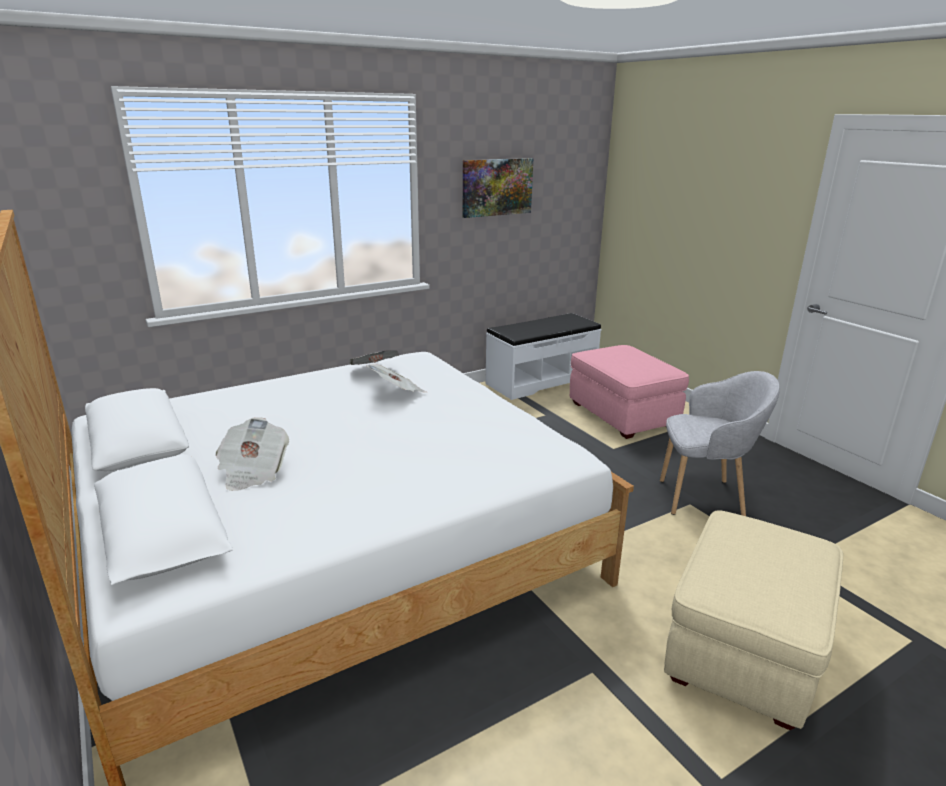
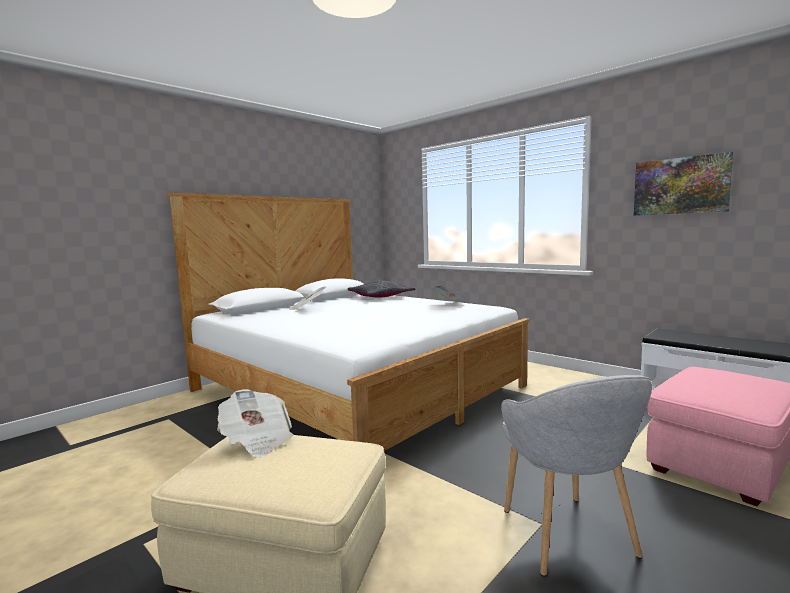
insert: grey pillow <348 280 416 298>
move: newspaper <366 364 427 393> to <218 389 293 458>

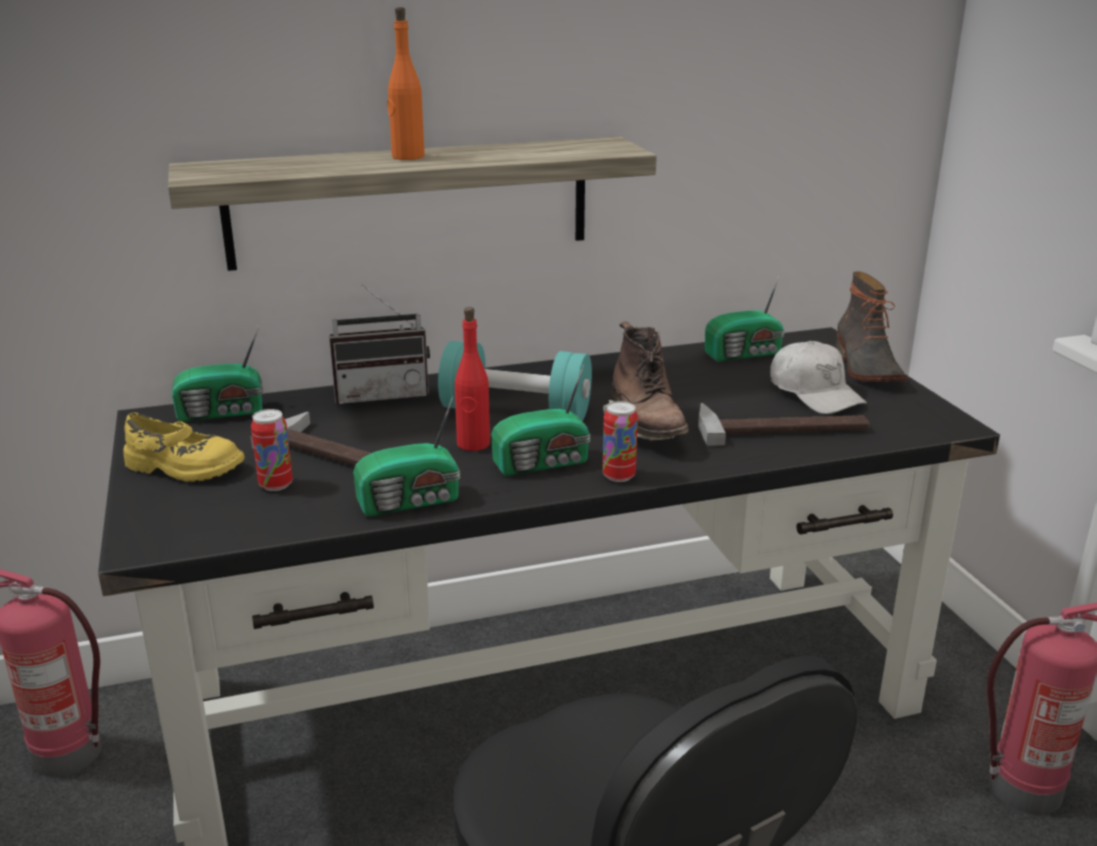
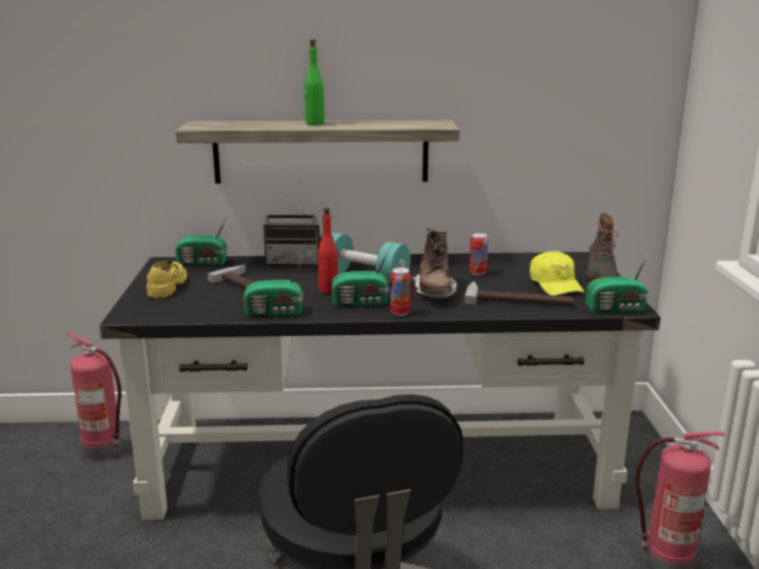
move: radio <705 275 784 362> to <586 252 649 312>; can <251 409 293 491> to <469 233 488 276>
recolor: orange bottle <387 7 425 160> to green bottle <304 39 324 125>; white cap <770 341 867 414> to yellow cap <530 251 584 296>
rotate: yellow shoe <123 412 245 482> = <147 260 187 298> 120 degrees counterclockwise

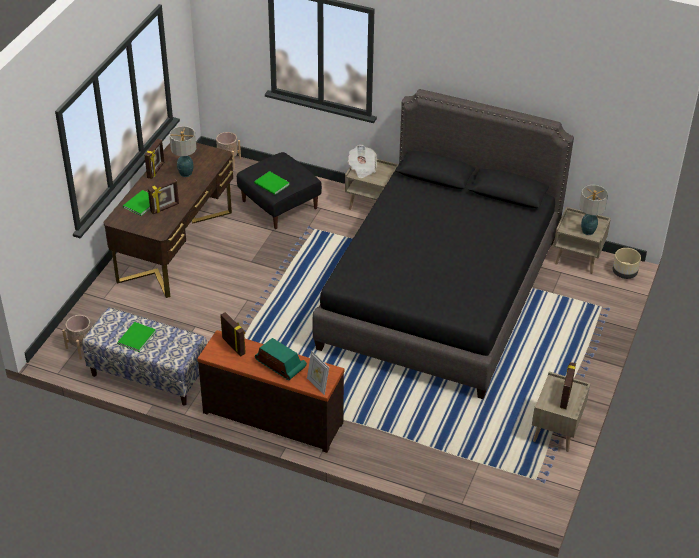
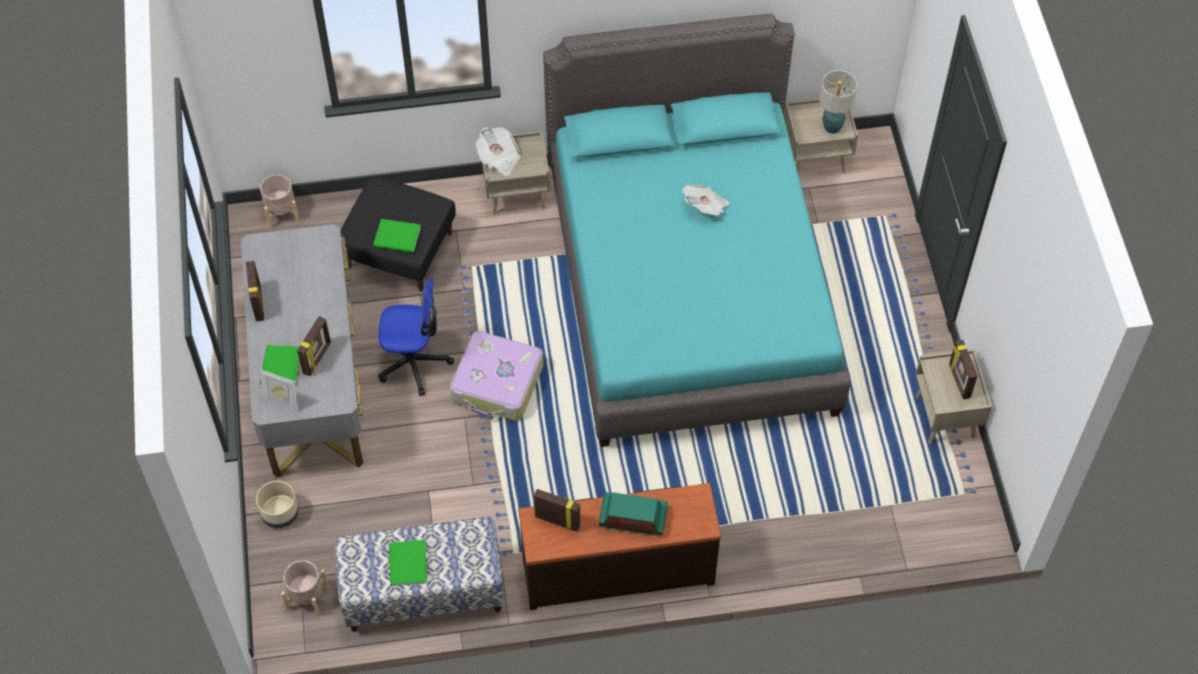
delete: table lamp <169 126 196 177>
insert: newspaper <683 185 730 216>; office chair <378 278 454 396>; suitcase <450 331 543 421>
move: beige planter <612 248 641 279> to <256 481 299 528>; picture frame <307 351 329 395> to <260 369 298 412>
recolor: black bed <312 89 574 399> to turquoise bed <543 13 850 447>; brown desk <103 143 233 298> to grey desk <241 224 363 478>

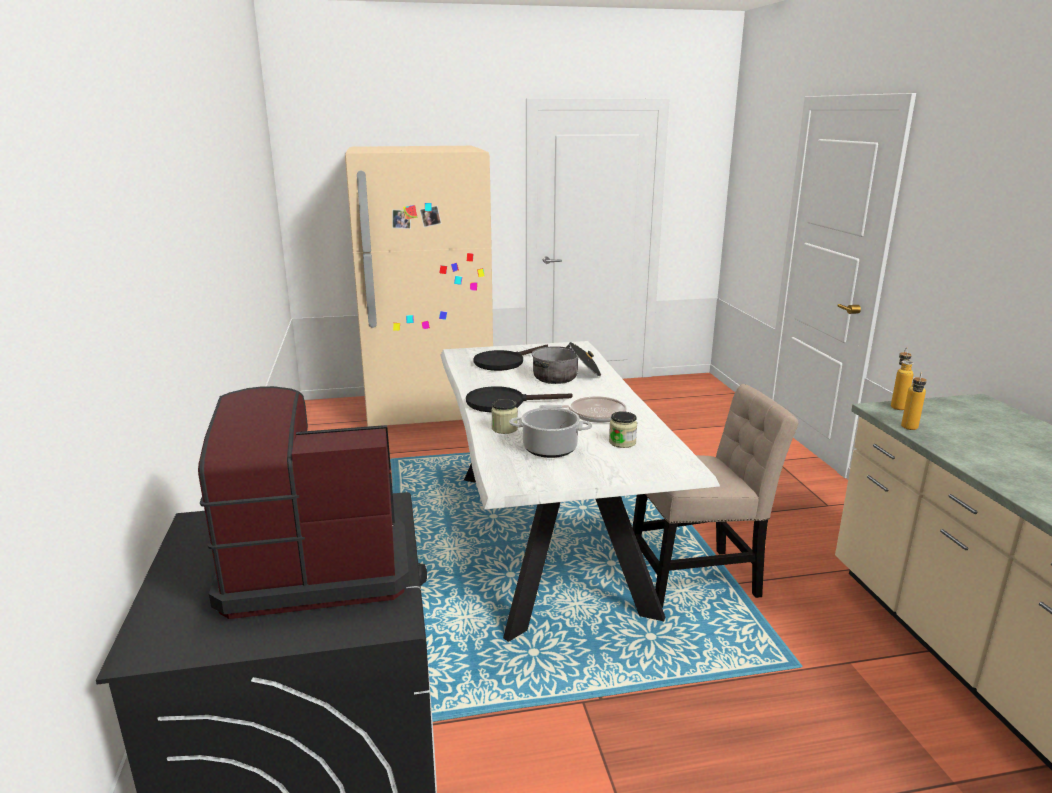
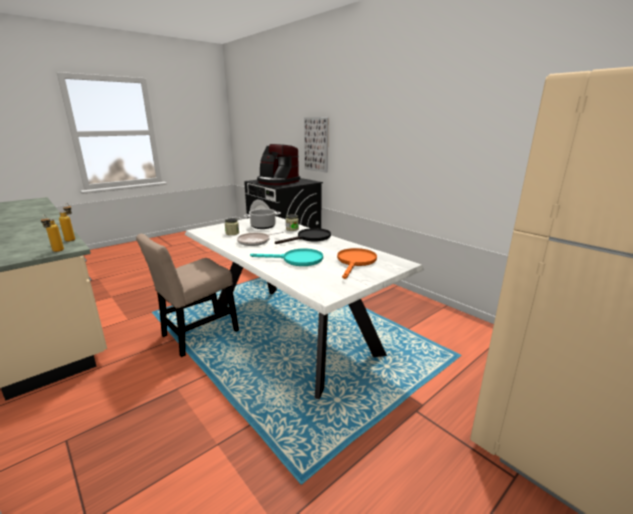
insert: picture <304 117 328 173>
replace: cooking pot <532 342 601 384> to turquoise frying pan <250 248 323 266>
recolor: black frying pan <474 345 548 371> to orange frying pan <337 248 377 279>
rotate: coffee machine <198 386 409 619> = <257 144 300 185> 75 degrees clockwise

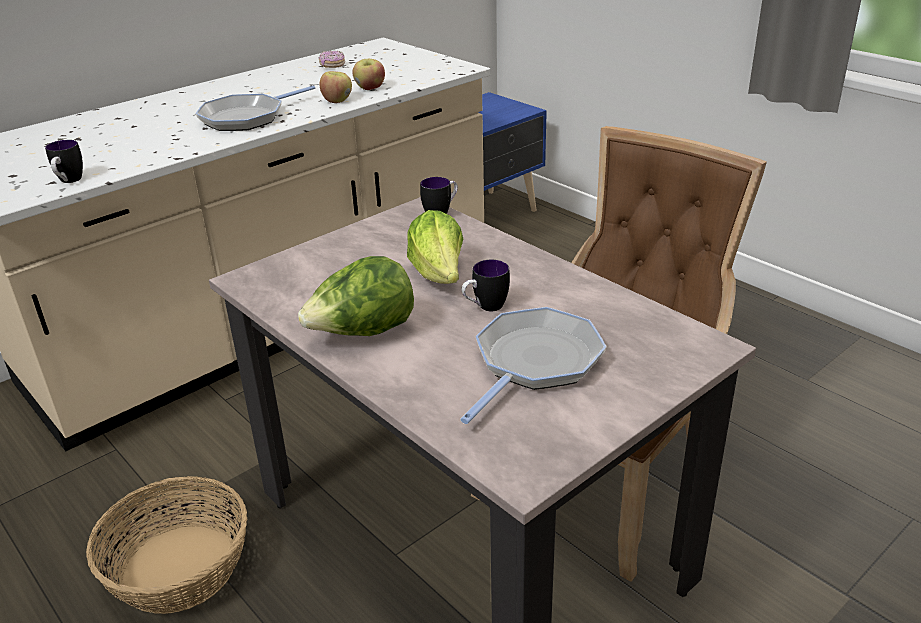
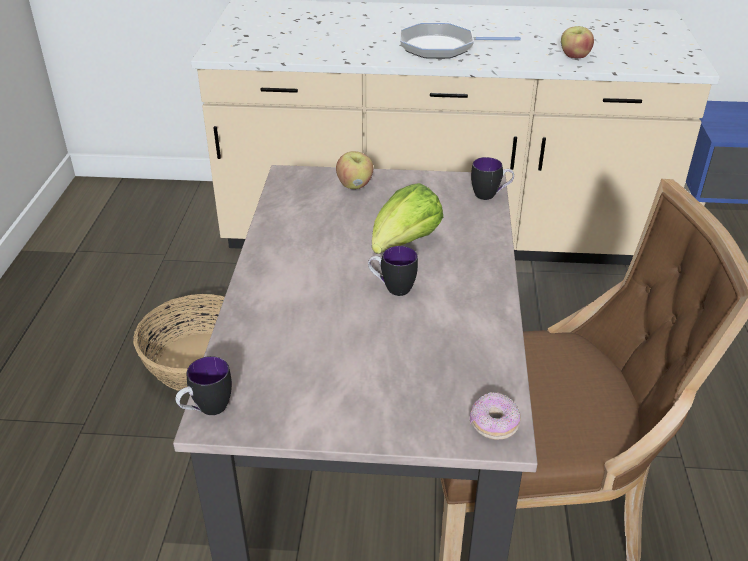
delete: lettuce <298 256 414 336>; frying pan <460 307 607 424>
move: donut <319 51 345 68> to <469 392 521 440>; apple <319 71 352 103> to <336 151 373 189>; mug <45 140 83 183> to <176 356 232 415>

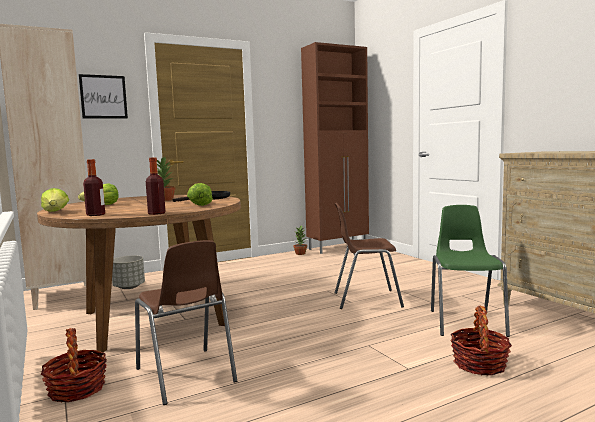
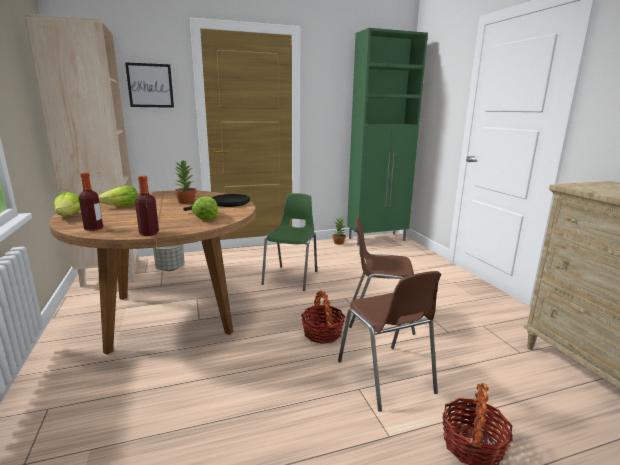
move: green chair <431 205 510 337> to <261 193 317 291>; brown chair <135 240 237 405> to <338 271 441 412>; basket <41 328 107 402> to <301 291 345 344>
recolor: brown cabinet <301 42 369 254> to green cabinet <347 28 428 246>

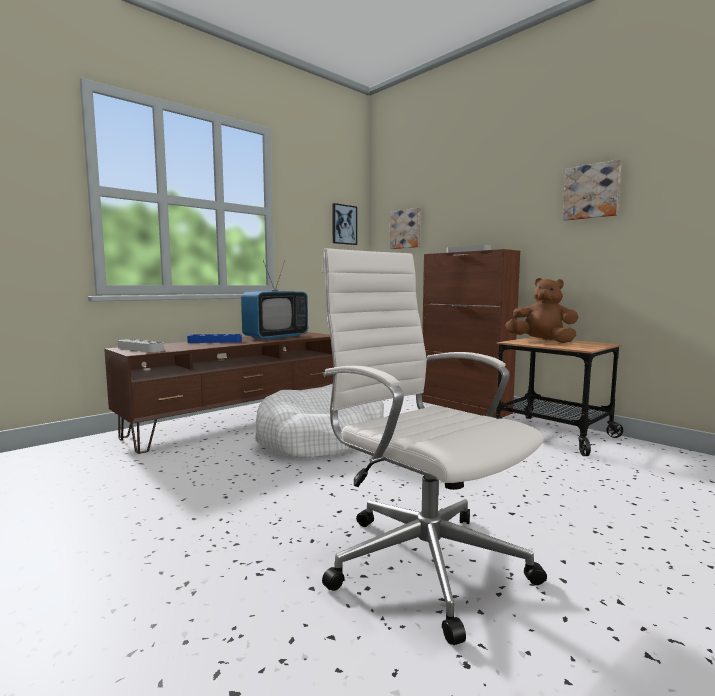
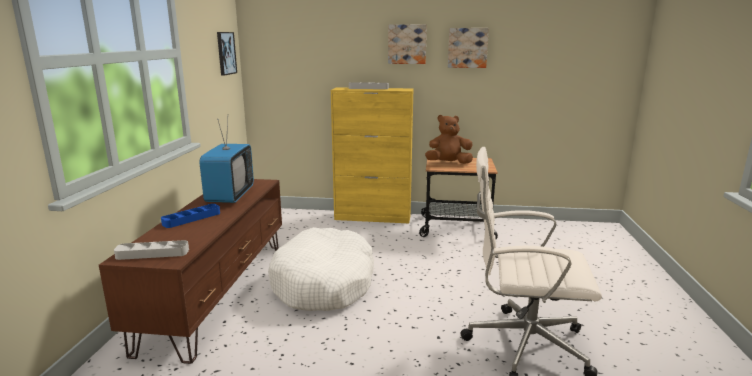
move: picture <390 208 421 249> to <388 24 427 64>
recolor: brown cabinet <422 249 520 417> to yellow cabinet <331 87 413 223>

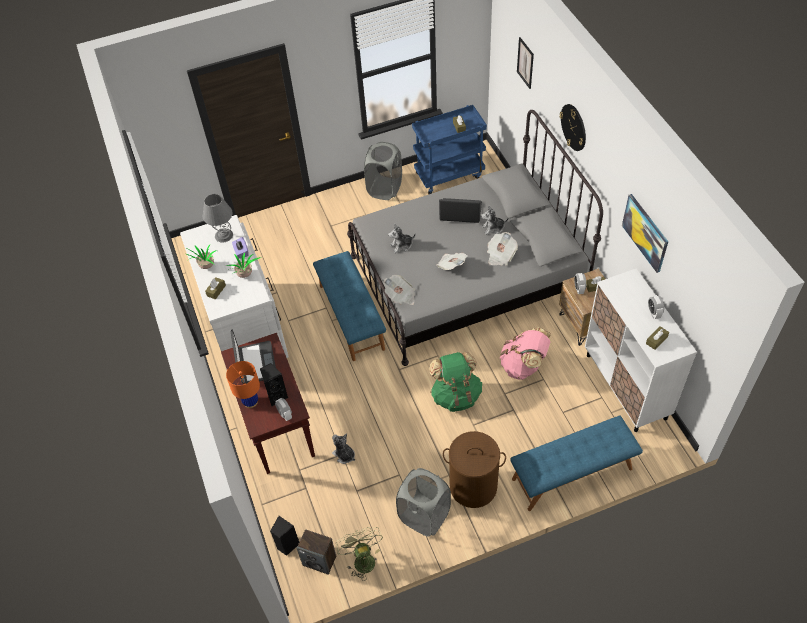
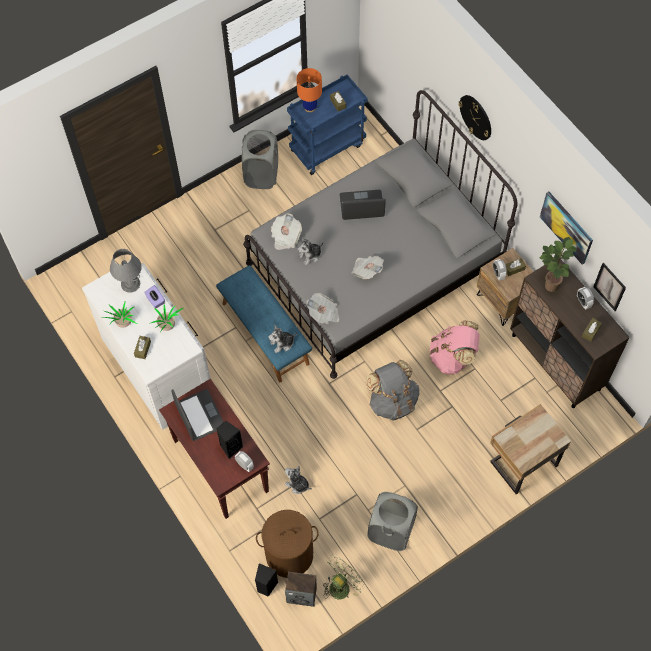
insert: potted plant <540 237 577 292>
move: picture <517 37 534 89> to <593 263 626 311>; plush toy <481 206 509 235> to <268 325 297 353>; newspaper <487 232 518 265> to <271 214 302 250>; orange table lamp <226 361 260 408> to <297 68 322 112>; brown laundry basket <443 431 506 508> to <256 510 319 578>
replace: blue bench <510 415 643 511> to beige nightstand <490 404 571 494>
recolor: white cabinet <585 269 697 432> to brown cabinet <510 258 630 408>; green backpack <429 352 482 412> to grey backpack <366 360 419 421>
rotate: green fan <336 527 383 581> = <323 555 366 600> 75 degrees clockwise

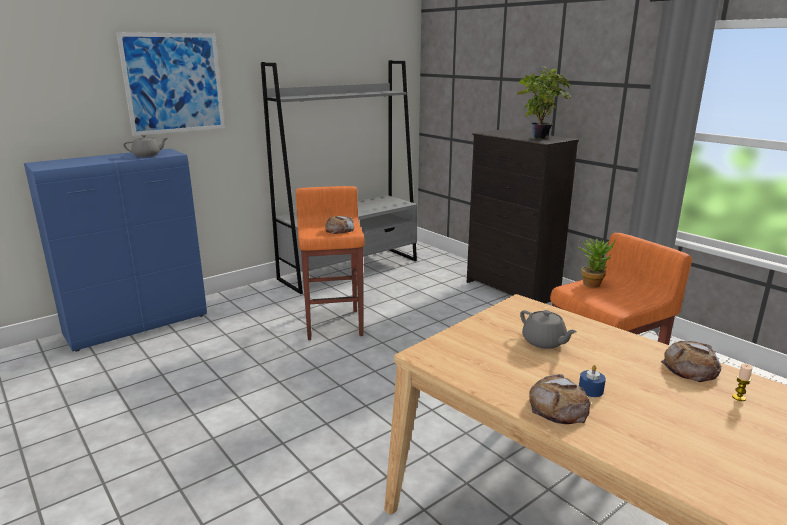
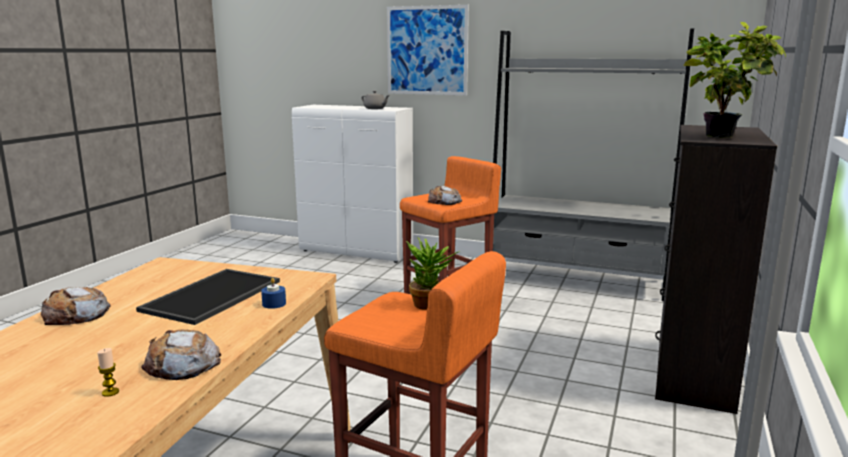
move: blue candle <579 365 606 397> to <261 278 286 309>
replace: grey teapot <520 310 577 349> to tray <136 269 280 325>
recolor: blue cabinet <24 148 207 352> to white cabinet <292 105 413 263>

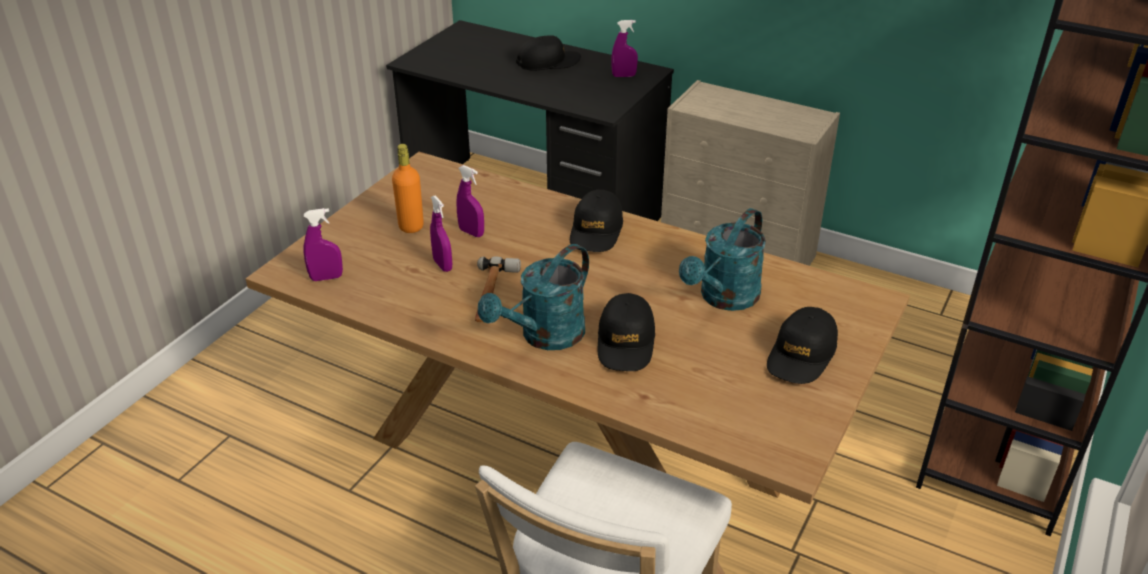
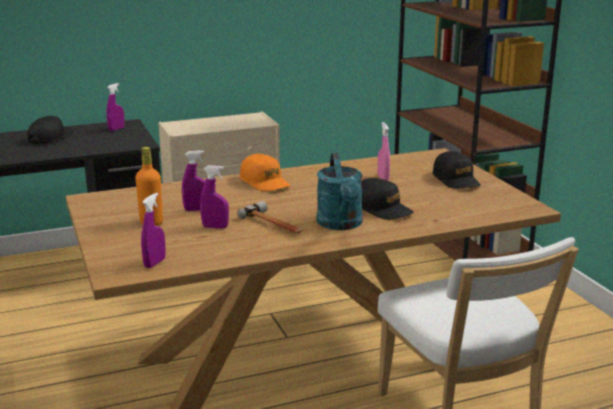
replace: turquoise watering can <679 208 766 311> to pink spray bottle <377 122 390 181>
recolor: black cap <570 190 623 252> to orange cap <240 154 290 191>

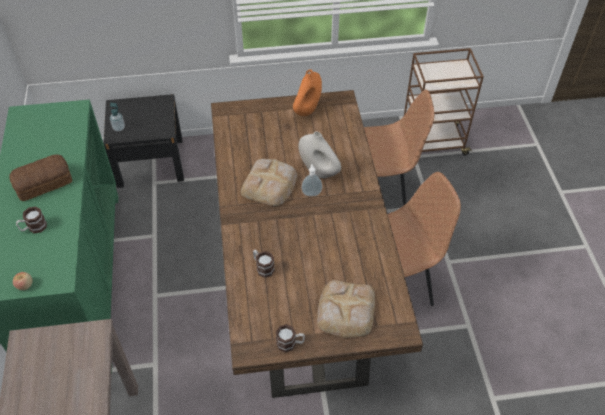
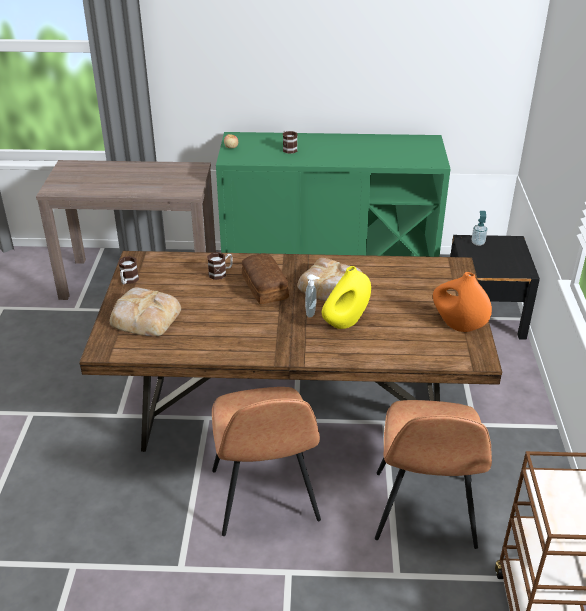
move: bread <9 155 72 201> to <242 253 289 304>
recolor: white vase <298 131 341 178> to yellow vase <322 266 371 329>

